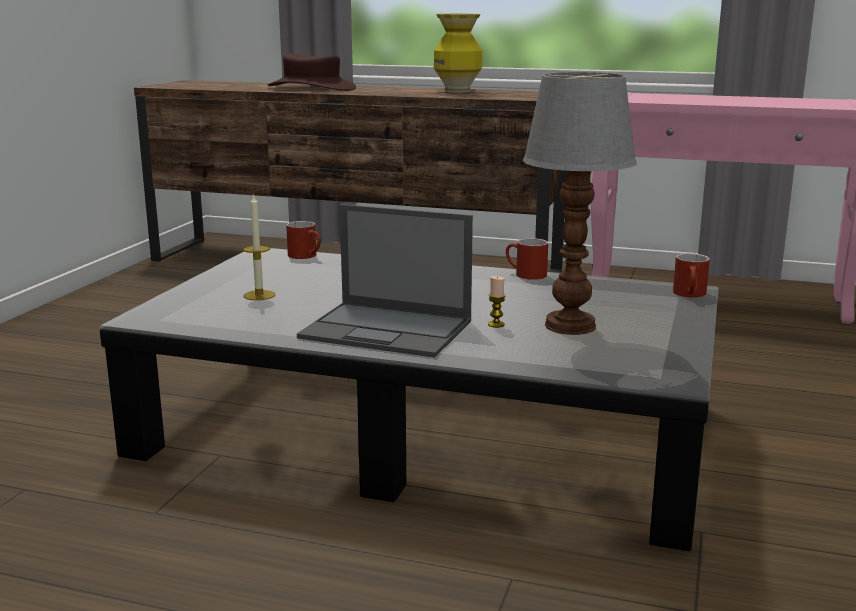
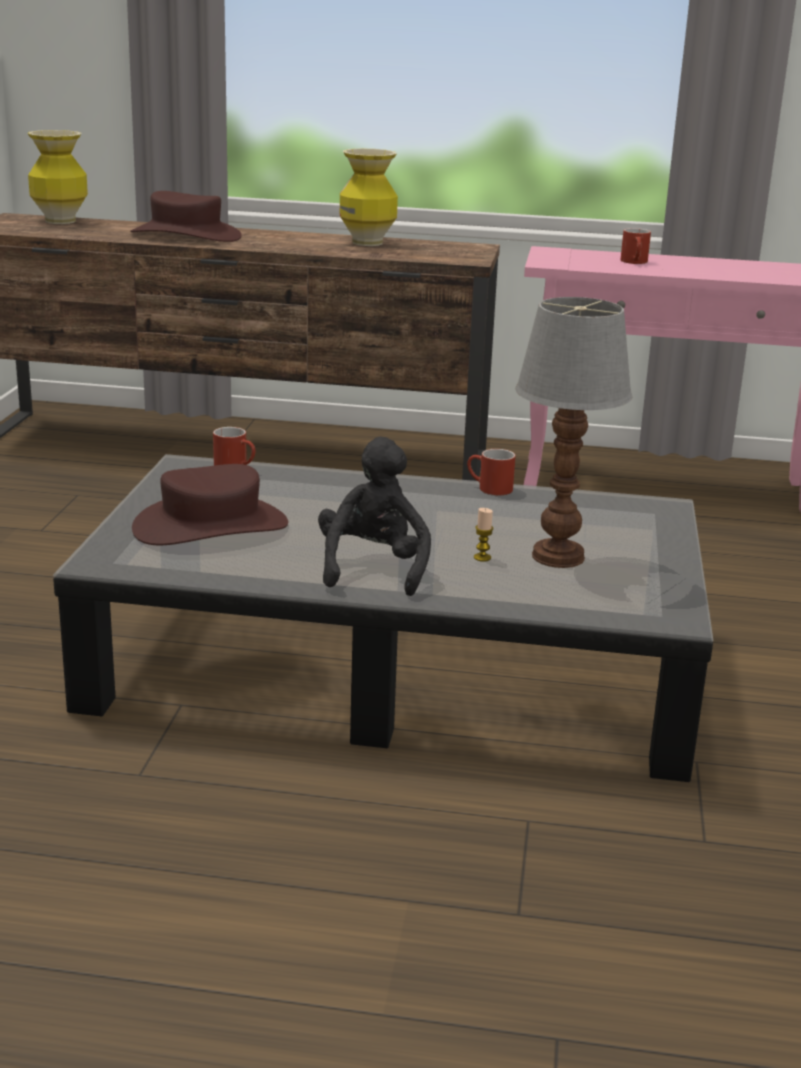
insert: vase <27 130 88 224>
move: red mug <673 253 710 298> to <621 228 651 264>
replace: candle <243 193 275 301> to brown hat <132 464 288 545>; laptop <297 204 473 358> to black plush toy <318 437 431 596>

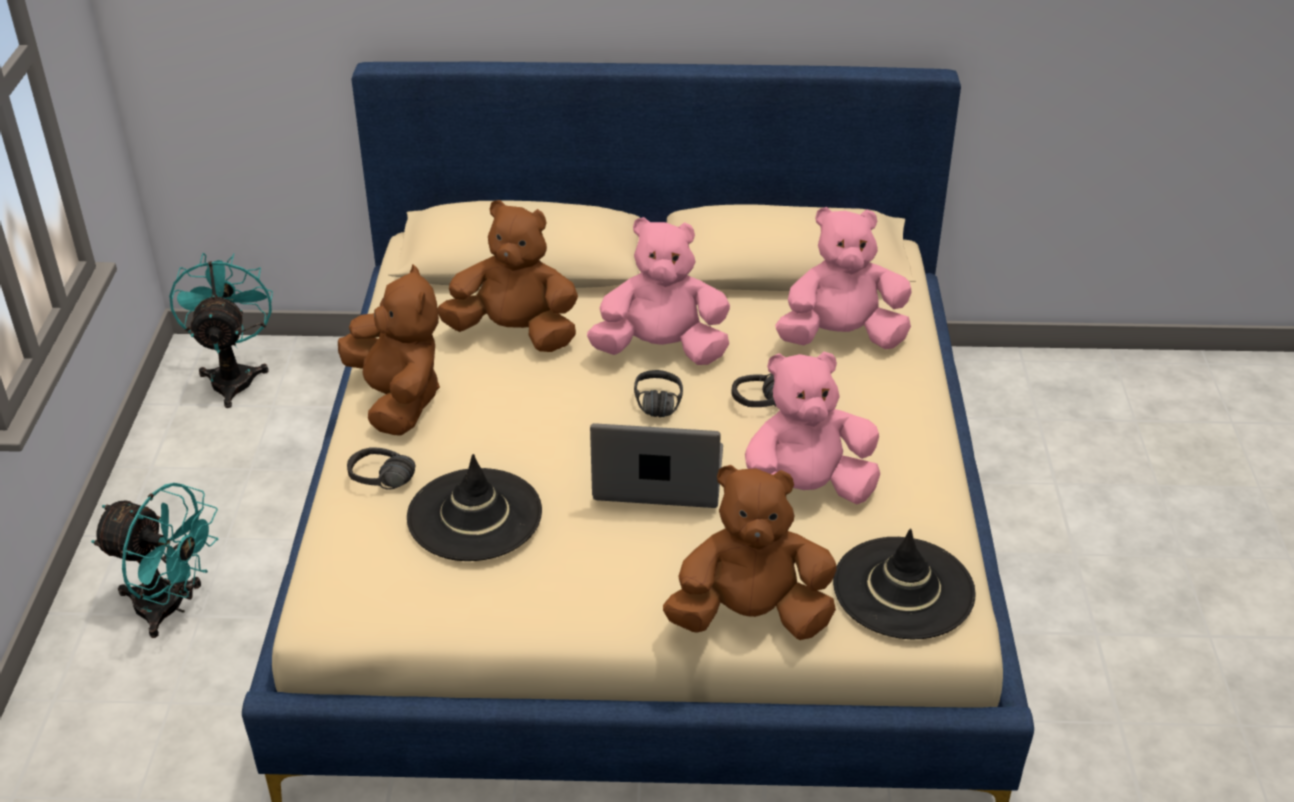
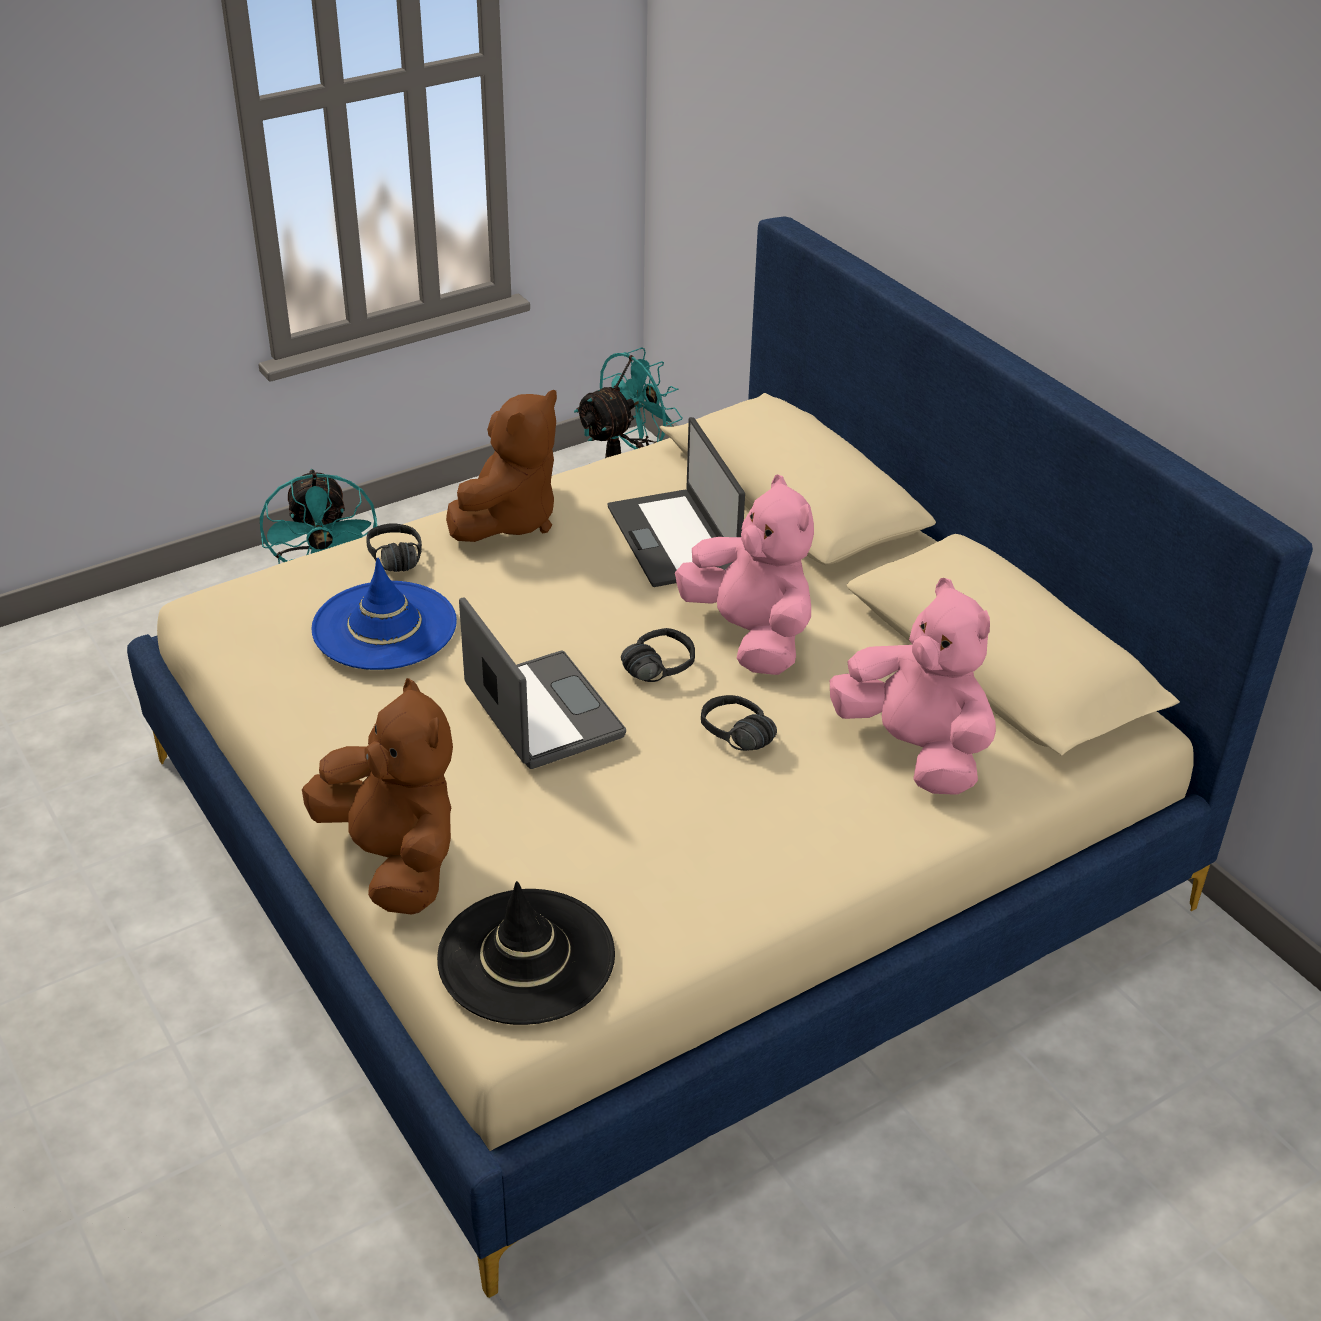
delete: pink plush toy <745 352 880 505>
replace: brown plush toy <438 200 578 352> to laptop <608 417 745 587>
recolor: black hat <407 454 542 561> to blue hat <311 558 457 670>

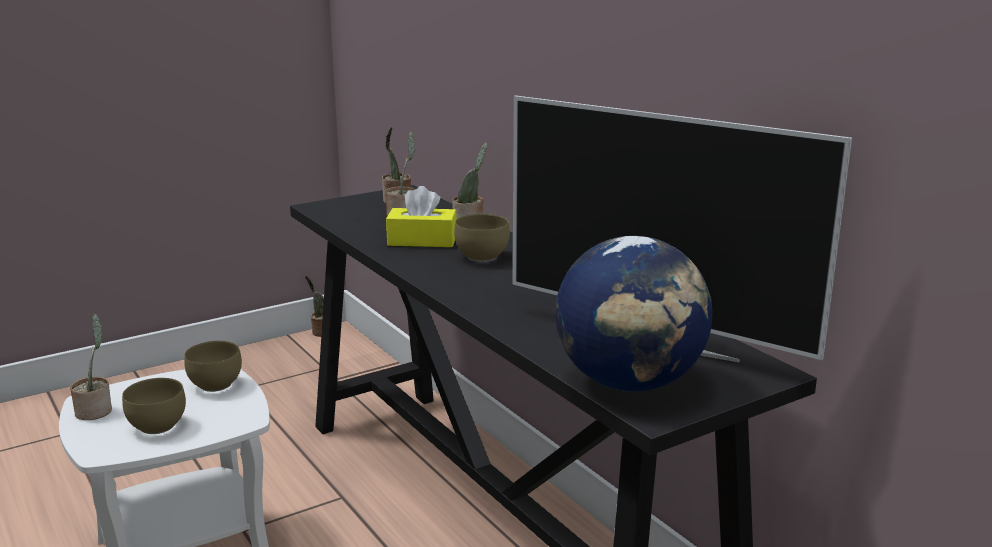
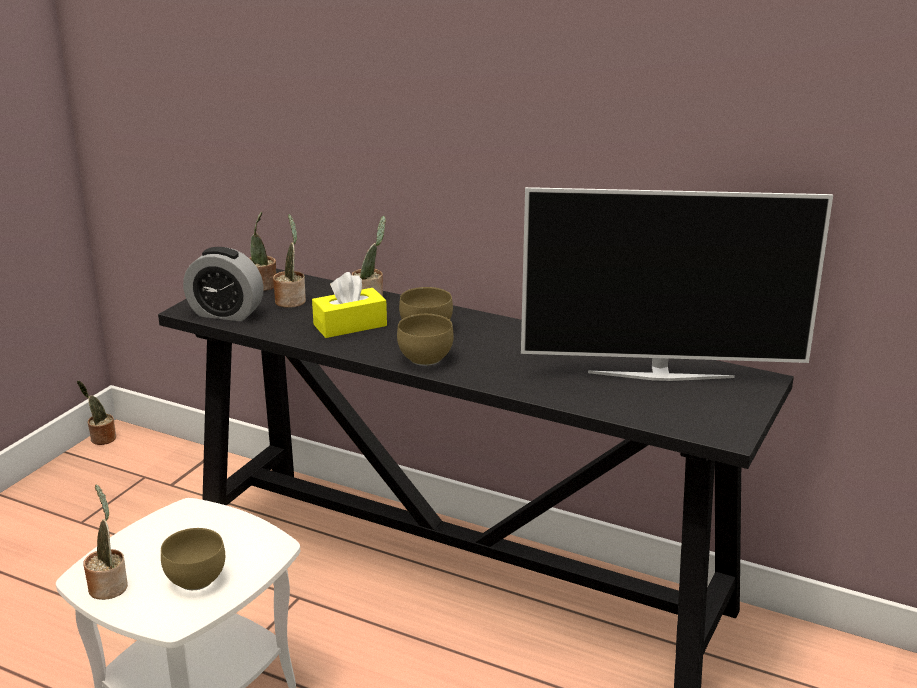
delete: globe <556 236 712 392>
insert: alarm clock <183 247 264 321>
move: brown bowl <184 341 242 392> to <397 314 454 366>

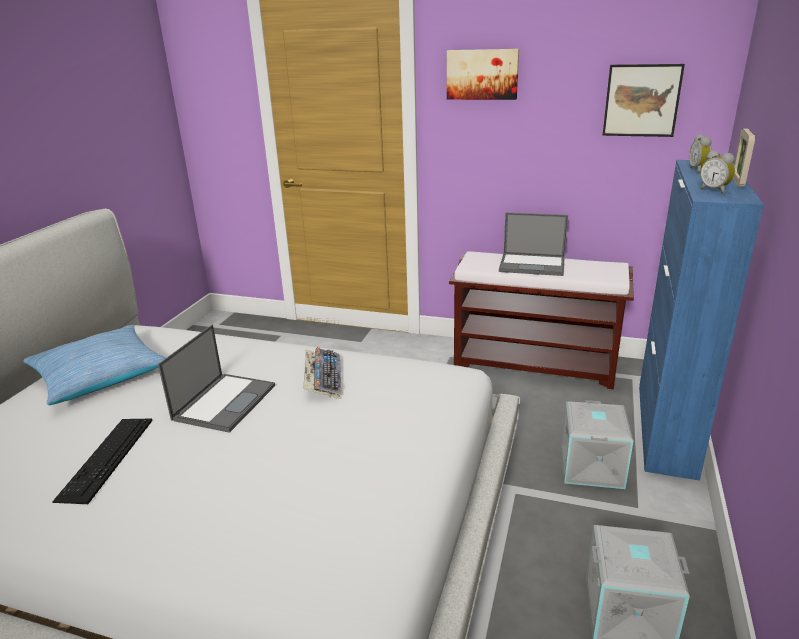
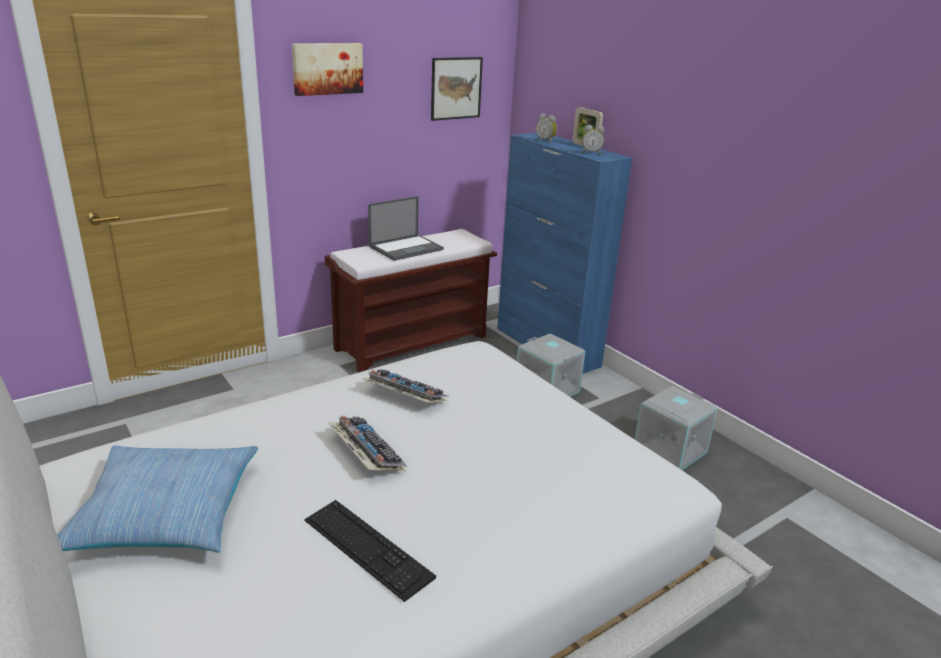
replace: laptop <158 325 275 433> to keyboard <328 416 408 471>

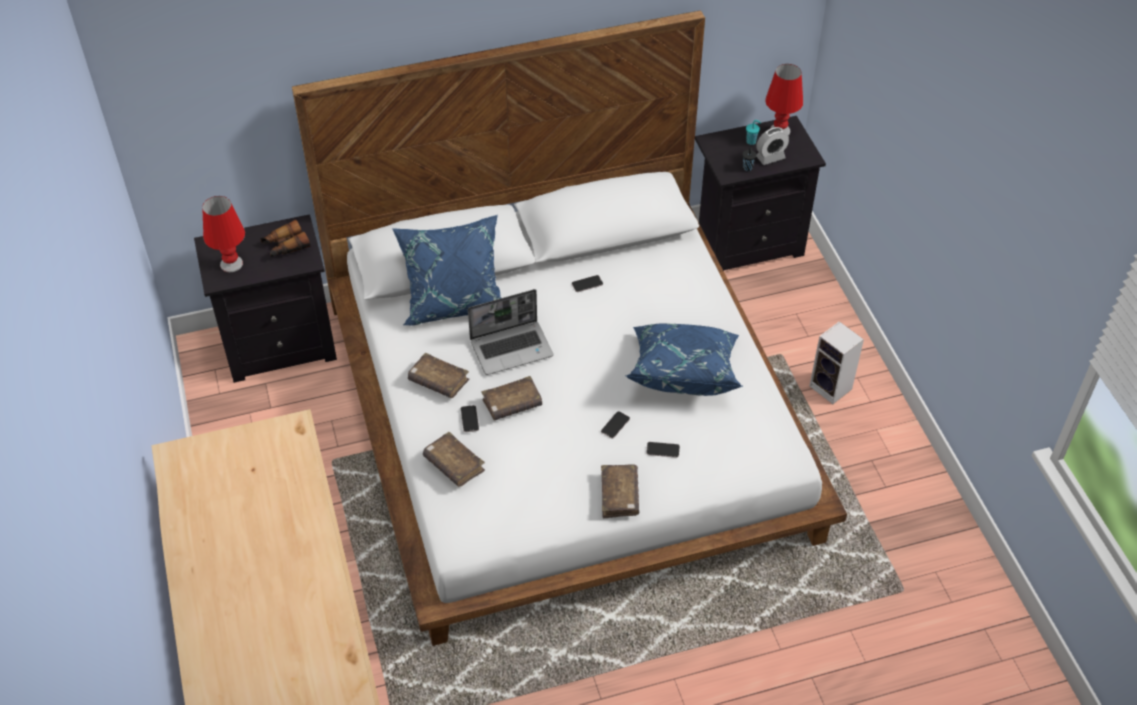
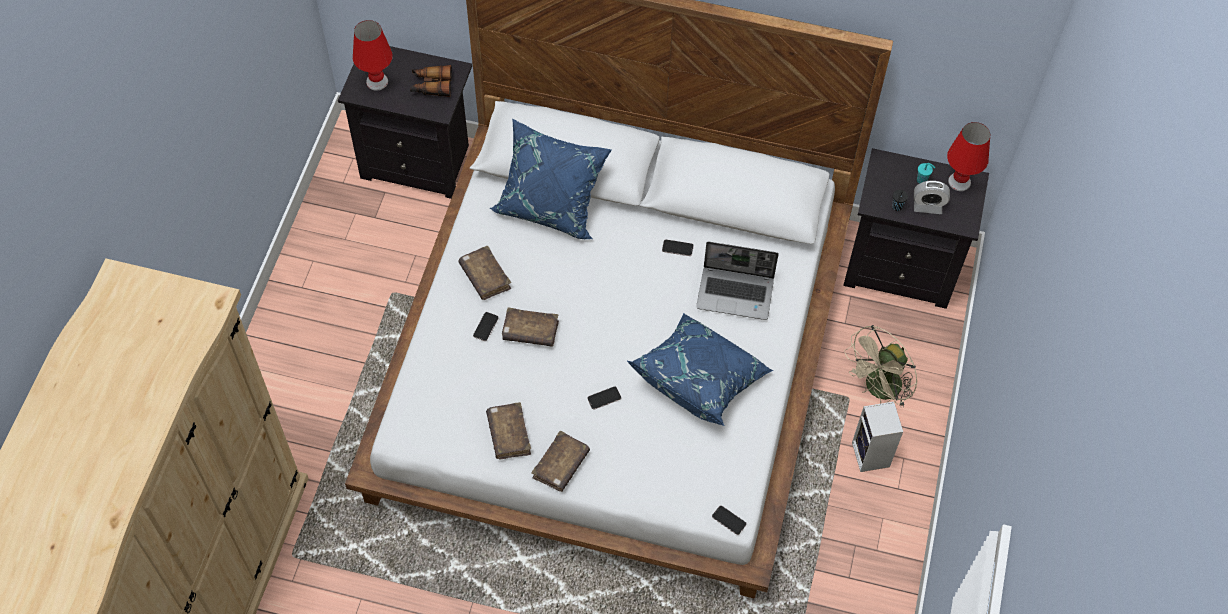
insert: beige fan <844 325 917 408>
move: laptop <468 289 553 375> to <696 242 779 320>; brown book <423 432 485 487> to <486 402 531 460>; phone <646 442 680 458> to <712 505 747 535>

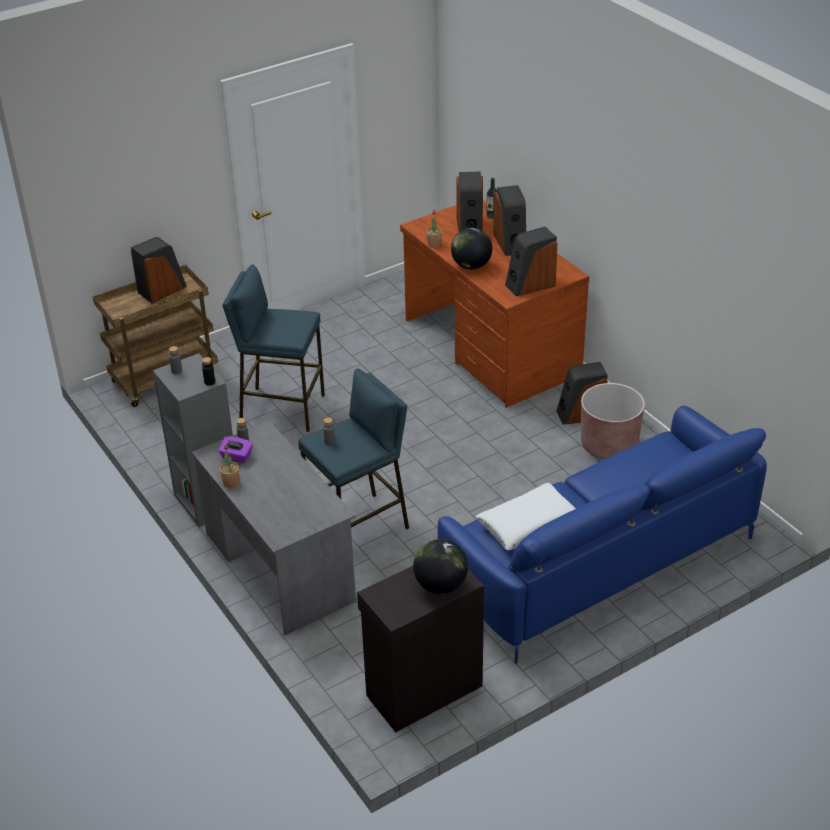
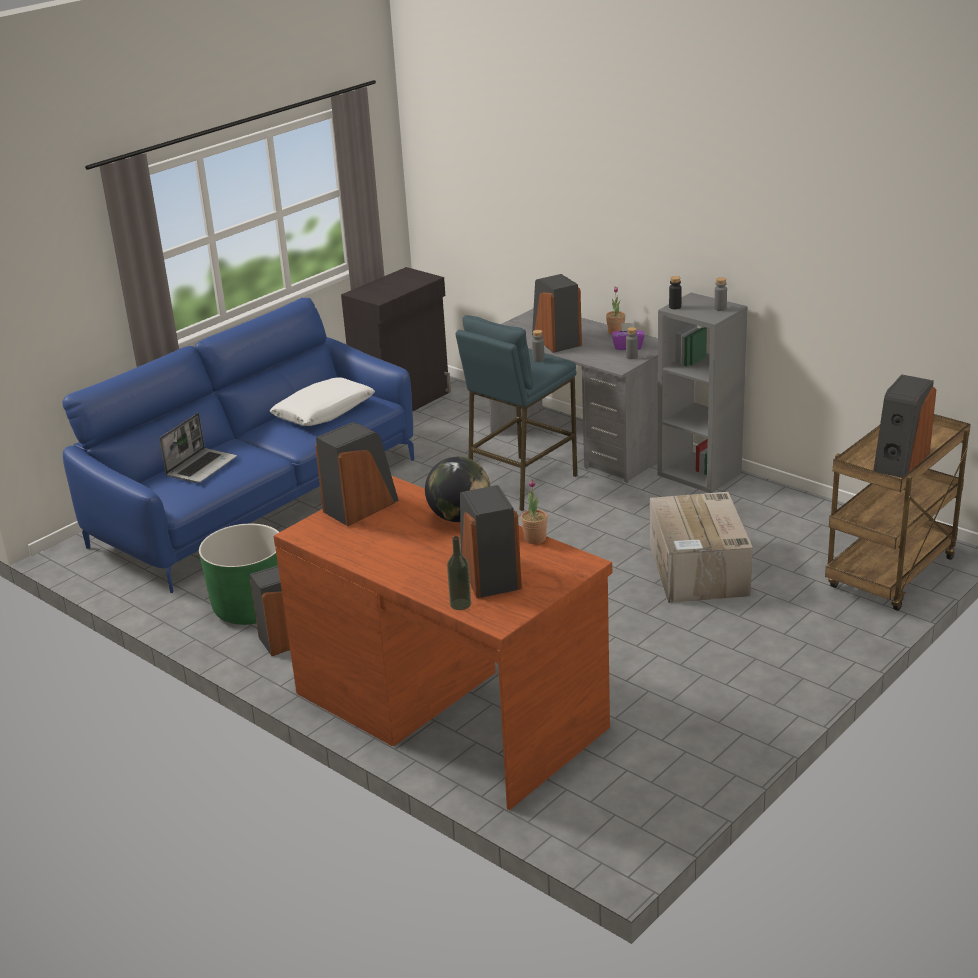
delete: globe <413 539 468 594>
insert: laptop <159 413 237 483>
move: speaker <494 185 526 256> to <532 274 582 353>
replace: blue stool <222 264 325 432> to cardboard box <650 492 753 603>
recolor: brown planter <581 383 645 460> to green planter <199 524 279 625>

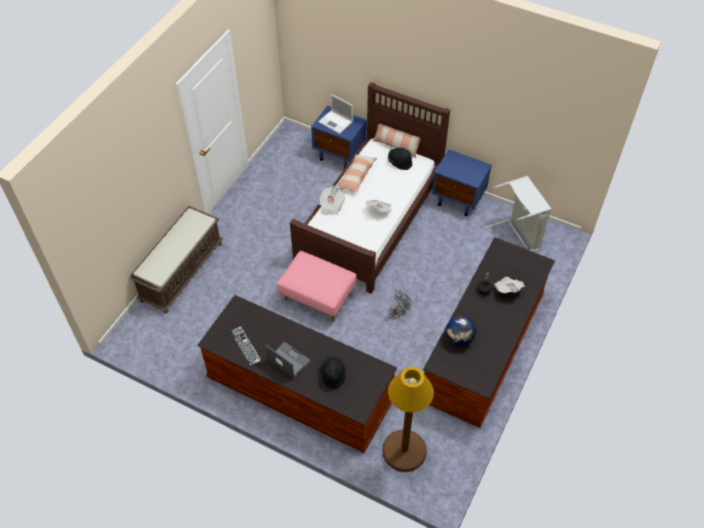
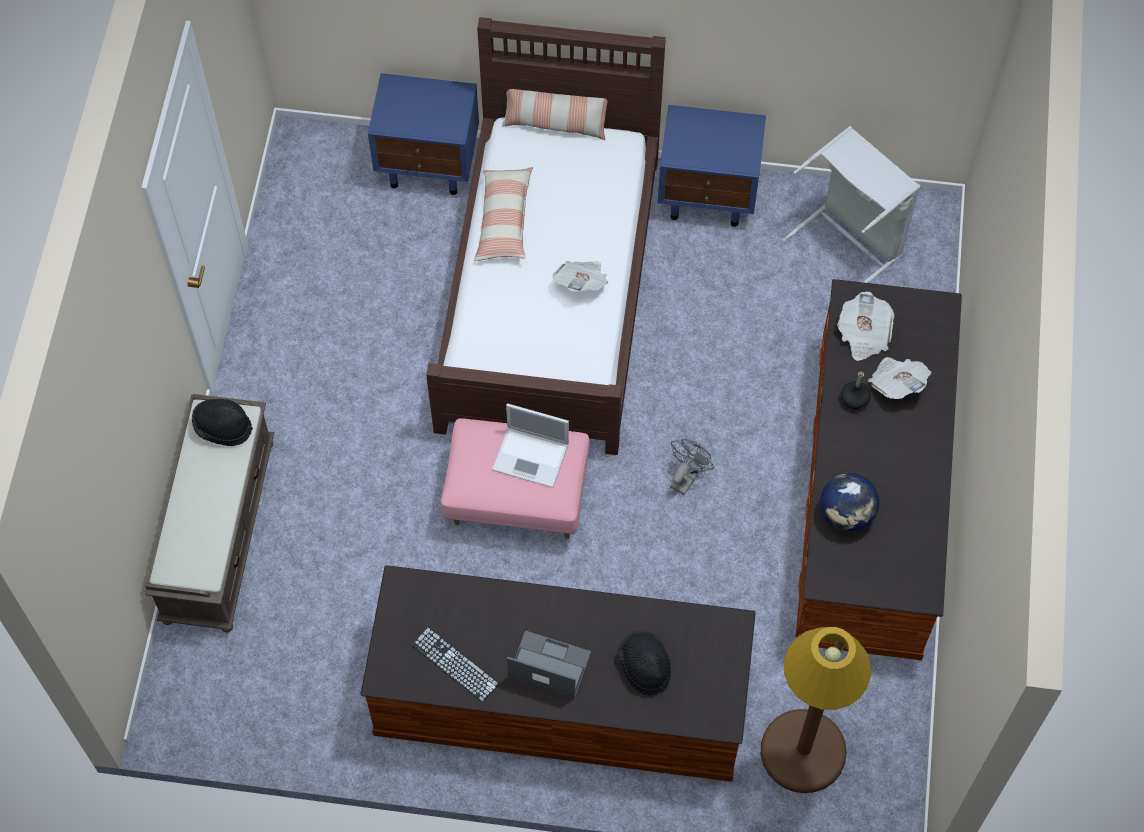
move: laptop <318 94 353 134> to <492 403 569 488>; black hat <388 148 412 170> to <192 399 253 446>; newspaper <319 186 345 215> to <837 292 895 361>

